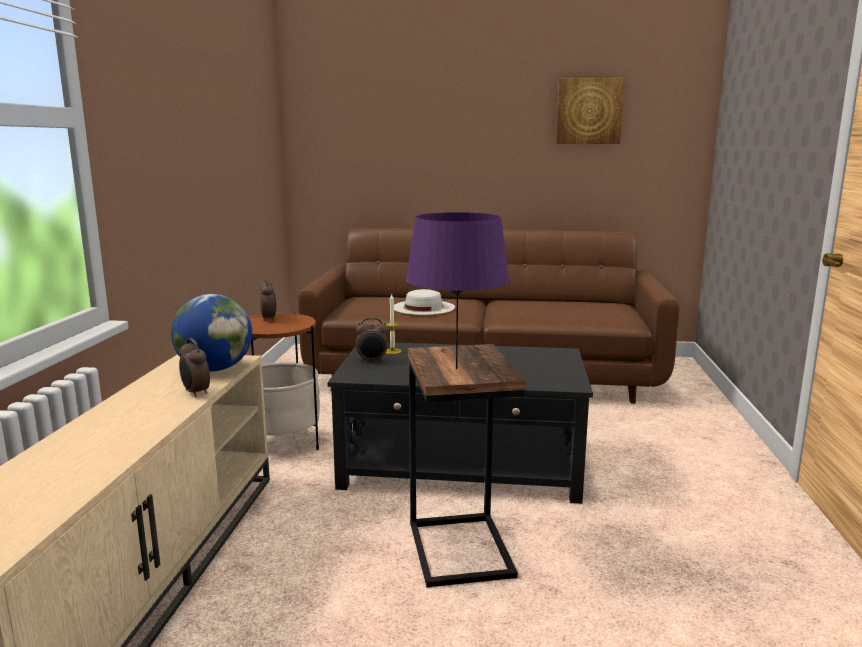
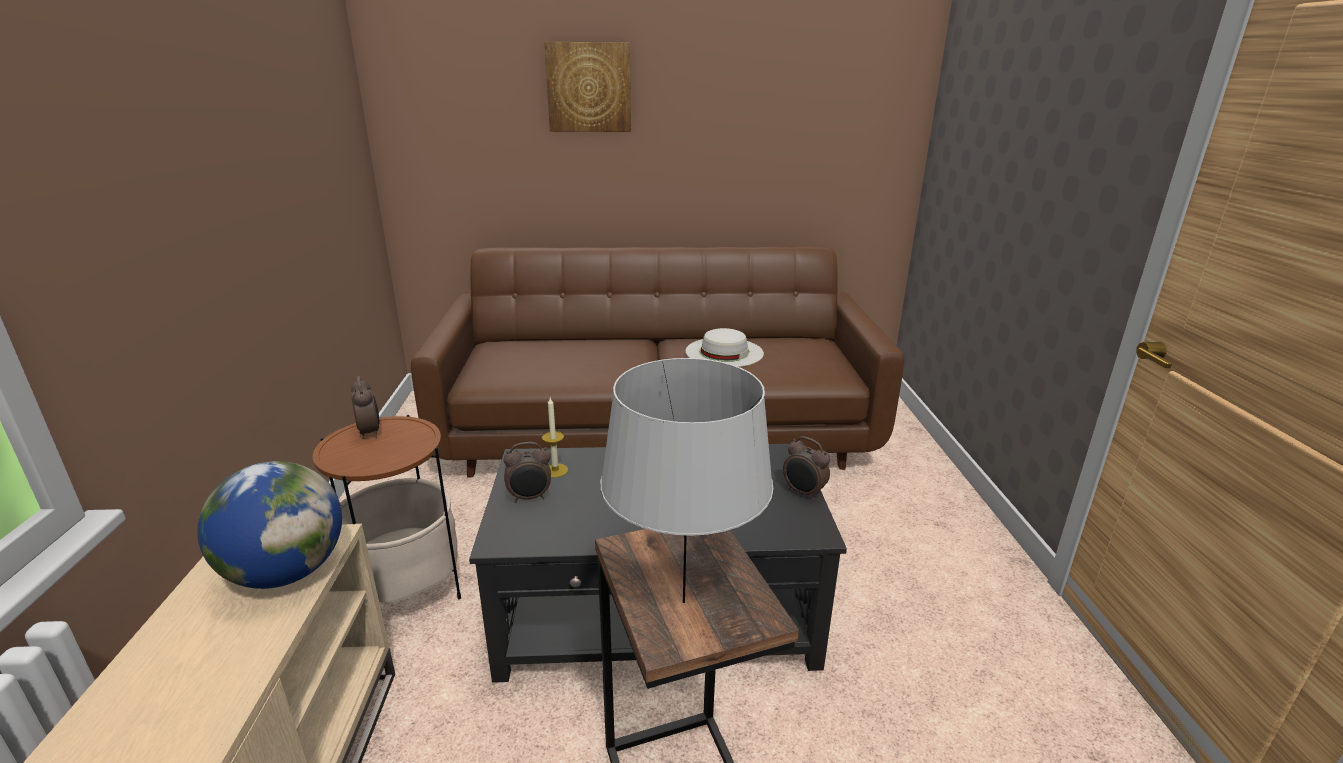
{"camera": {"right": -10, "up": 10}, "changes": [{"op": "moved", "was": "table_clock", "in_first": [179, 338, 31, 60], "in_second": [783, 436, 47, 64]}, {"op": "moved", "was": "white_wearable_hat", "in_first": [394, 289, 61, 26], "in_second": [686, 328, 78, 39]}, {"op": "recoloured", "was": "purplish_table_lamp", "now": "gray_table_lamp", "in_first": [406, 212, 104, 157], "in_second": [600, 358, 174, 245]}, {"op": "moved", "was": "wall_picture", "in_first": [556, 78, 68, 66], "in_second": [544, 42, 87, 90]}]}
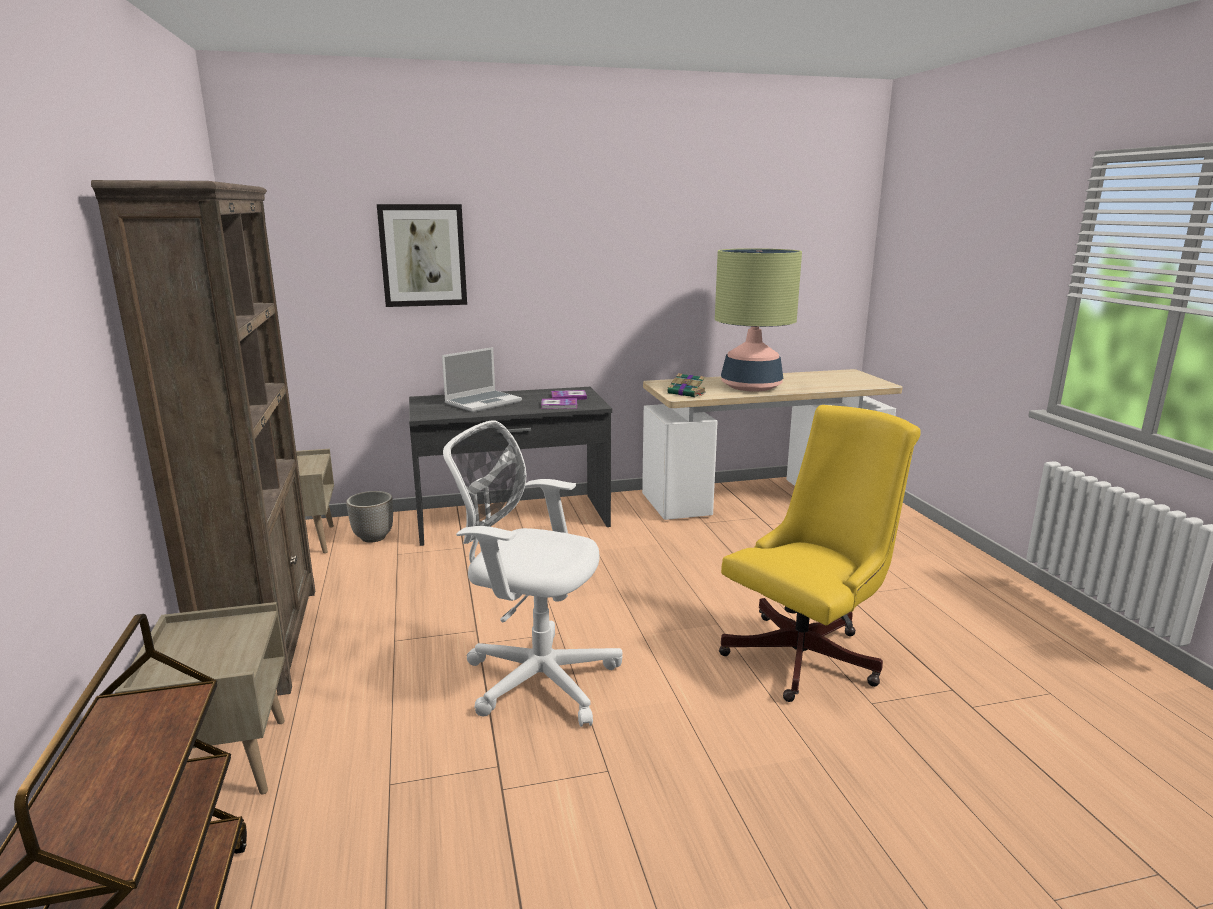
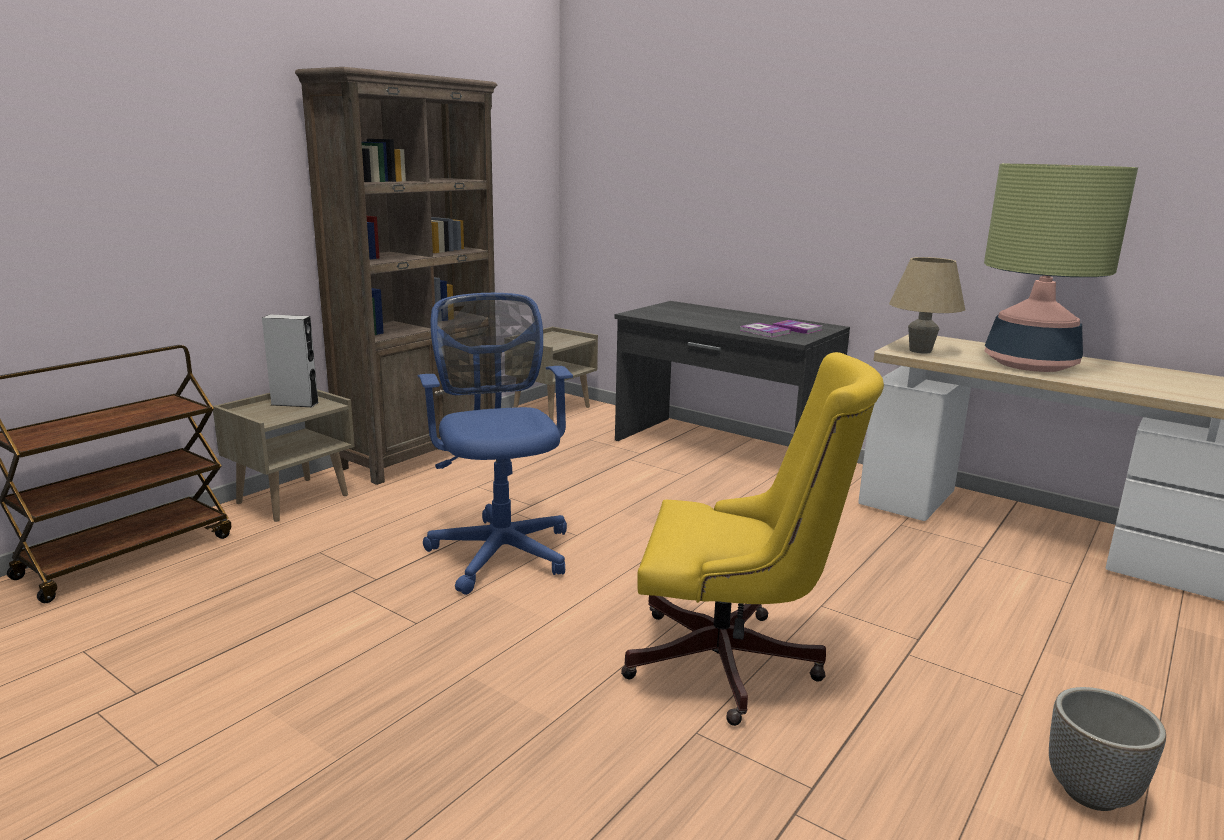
{"camera": {"right": 50, "up": 0}, "changes": [{"op": "moved", "was": "planter", "in_first": [346, 491, 47, 52], "in_second": [1049, 687, 117, 124]}, {"op": "removed", "was": "wall_picture", "in_first": [377, 204, 90, 103]}, {"op": "removed", "was": "portable_computer", "in_first": [442, 347, 80, 65]}, {"op": "recoloured", "was": "white_office_chair", "now": "blue_office_chair", "in_first": [443, 420, 180, 307], "in_second": [418, 293, 155, 302]}, {"op": "replaced", "was": "bound_book", "now": "beige-coloured_table_lamp", "in_first": [667, 373, 39, 24], "in_second": [889, 257, 76, 97]}, {"op": "added", "now": "gray_audio_speaker", "in_second": [262, 315, 57, 92]}]}
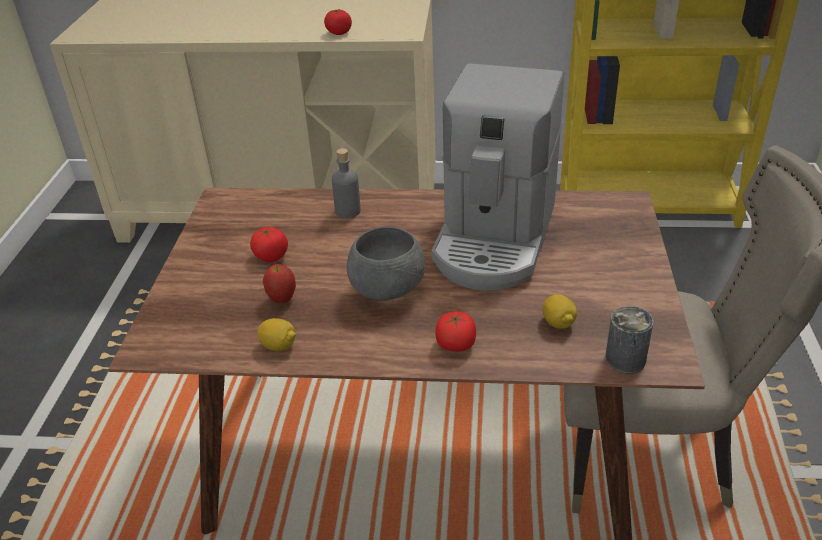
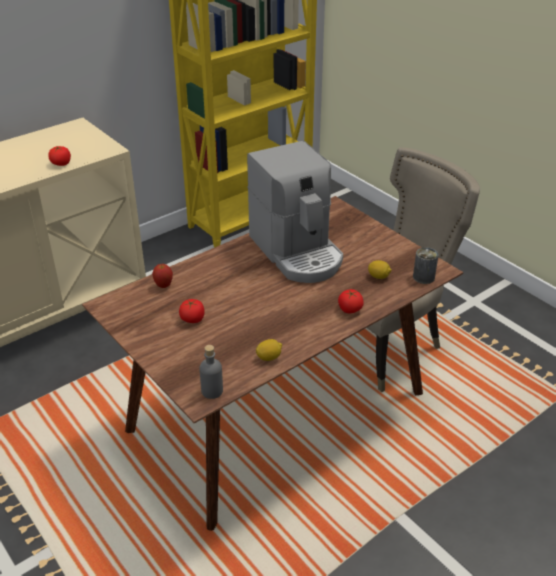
{"camera": {"right": -45, "up": 0}, "changes": [{"op": "moved", "was": "apple_fruit", "in_first": [263, 264, 33, 39], "in_second": [152, 264, 21, 24]}, {"op": "moved", "was": "gray_drink_bottle", "in_first": [332, 148, 29, 70], "in_second": [199, 345, 24, 54]}, {"op": "removed", "was": "gray_deep_dish", "in_first": [347, 227, 78, 74]}]}
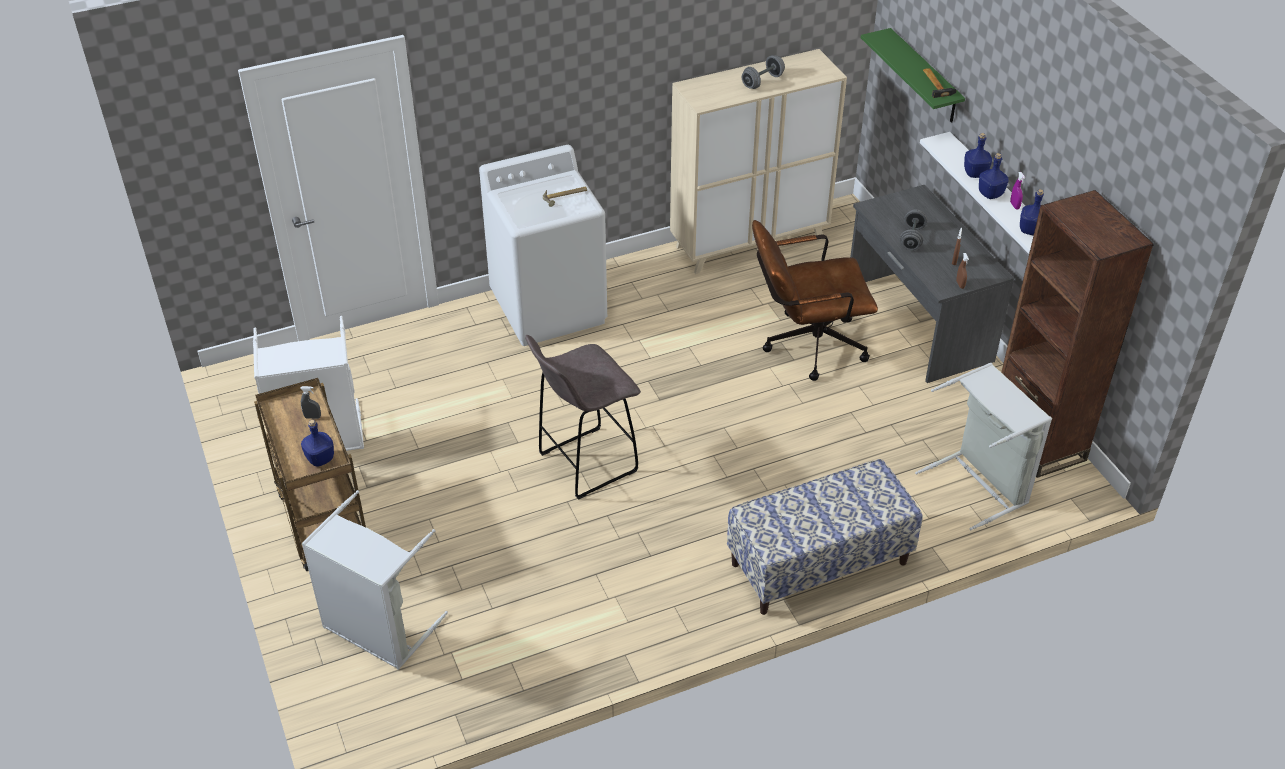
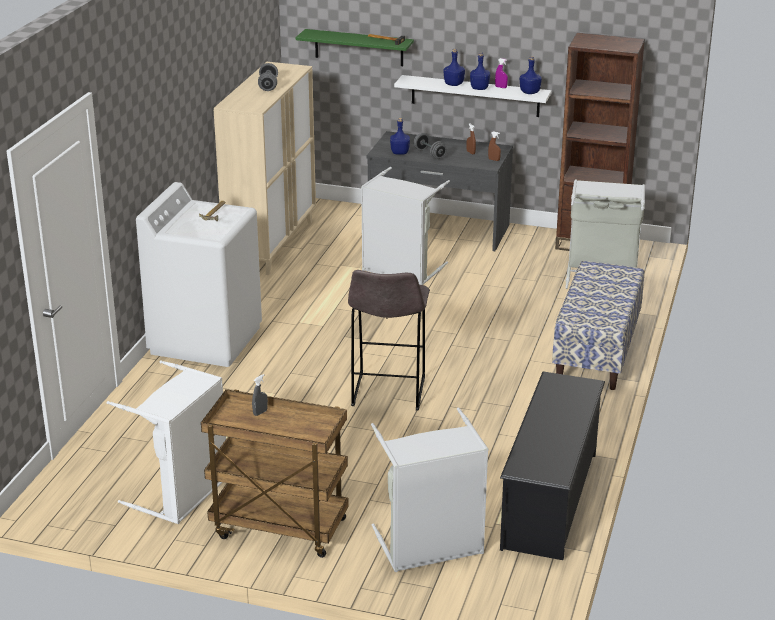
{"camera": {"right": -50, "up": -15}, "changes": [{"op": "moved", "was": "blue_drink_bottle", "in_first": [301, 420, 33, 46], "in_second": [390, 118, 20, 37]}, {"op": "replaced", "was": "brown-coloured_office_chair", "now": "gray_laundry_basket", "in_first": [752, 220, 126, 161], "in_second": [361, 167, 89, 118]}, {"op": "added", "now": "blackish_shoe_rack", "in_second": [500, 371, 105, 189]}]}
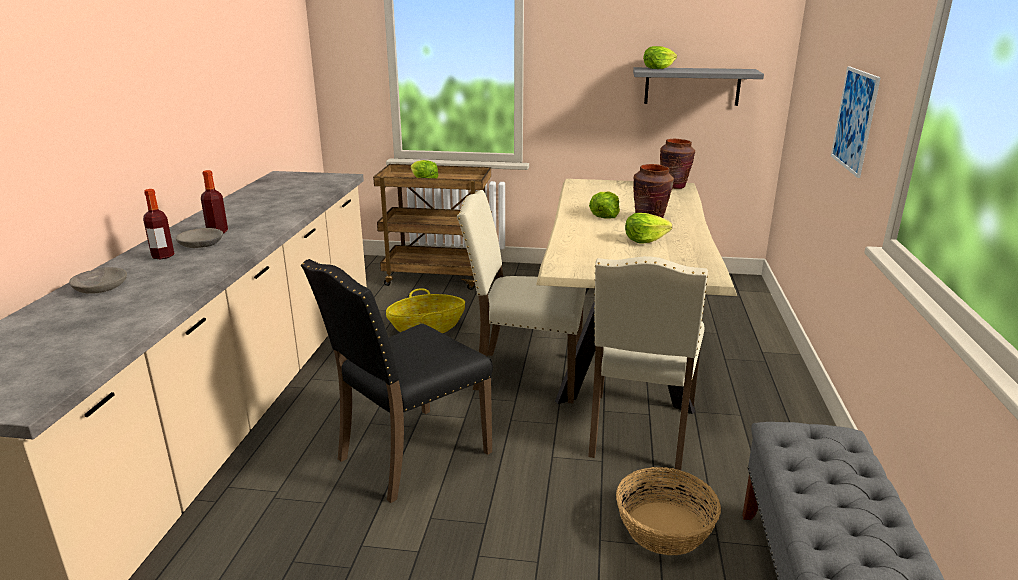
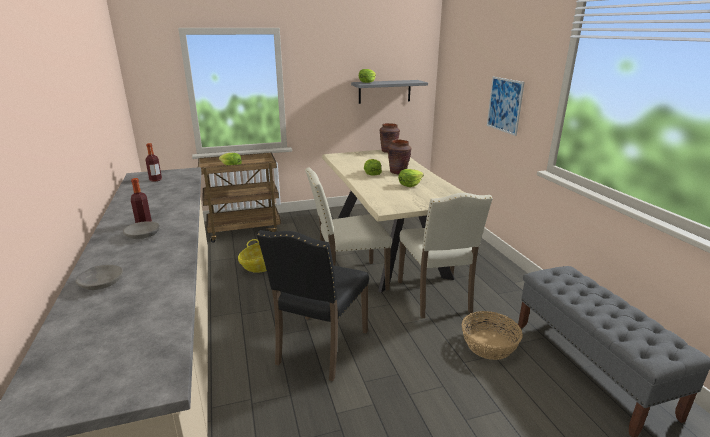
{"camera": {"right": -25, "up": 0}, "changes": [{"op": "moved", "was": "drink_bottle", "in_first": [143, 189, 32, 70], "in_second": [146, 143, 16, 39]}]}
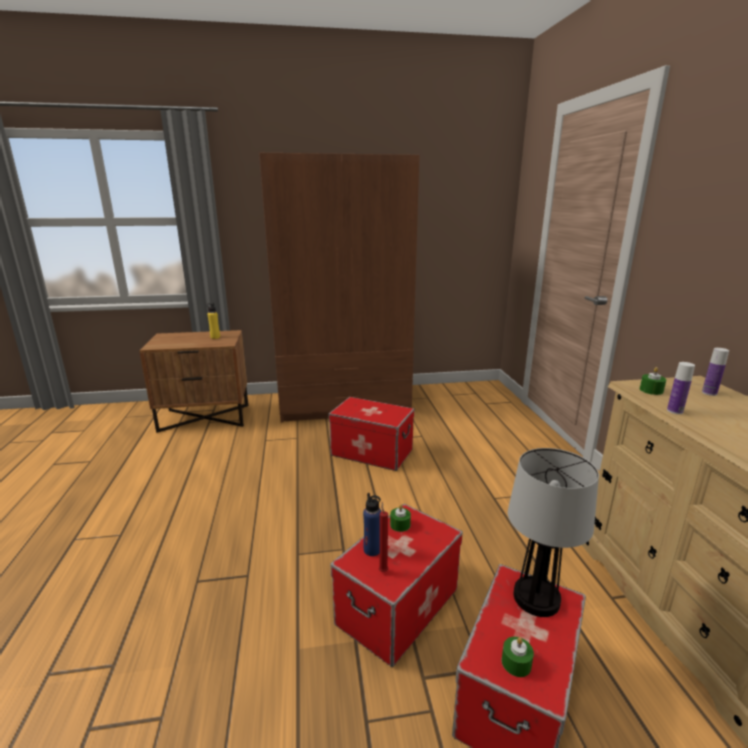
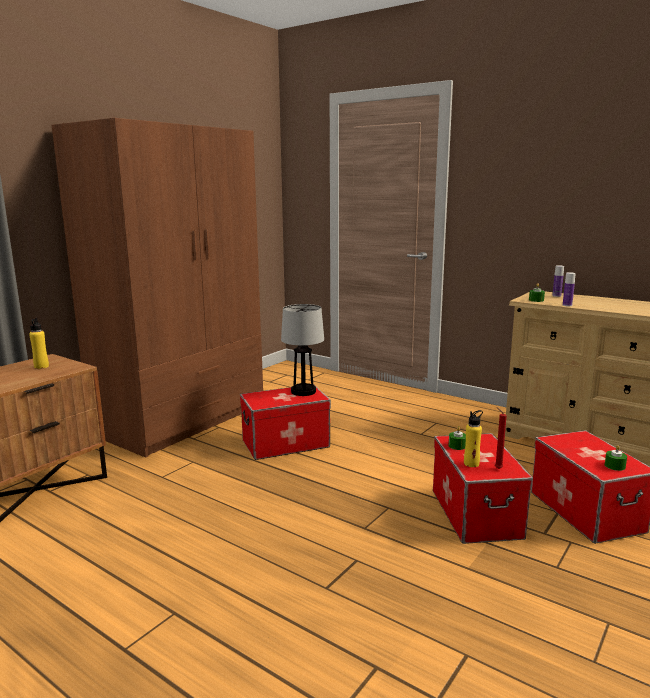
{"camera": {"right": -45, "up": -5}, "changes": [{"op": "recoloured", "was": "blue_drink_bottle", "now": "yellowish_drink_bottle", "in_first": [363, 493, 18, 63], "in_second": [464, 410, 19, 57]}, {"op": "moved", "was": "table_lamp", "in_first": [508, 448, 91, 169], "in_second": [281, 304, 43, 92]}]}
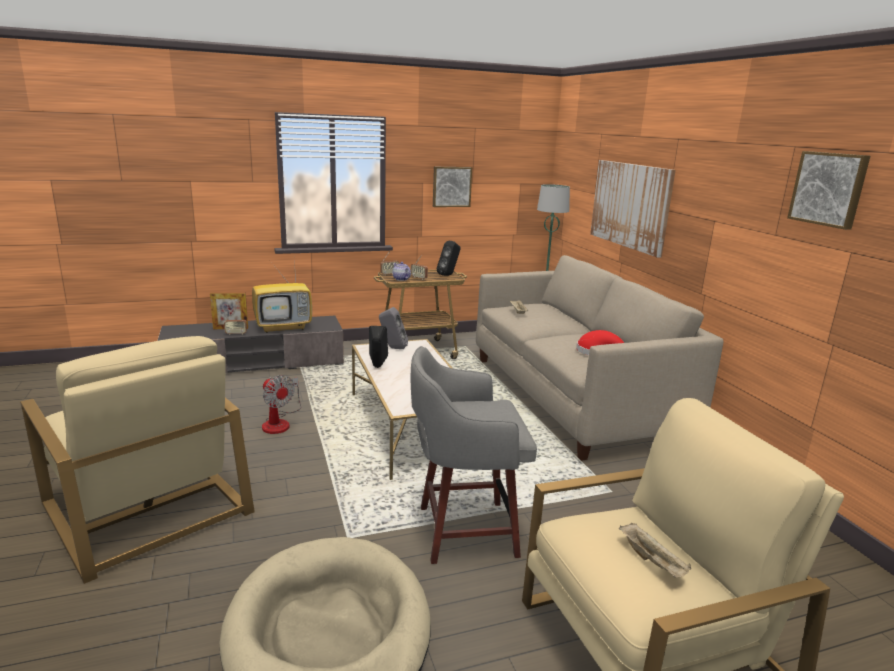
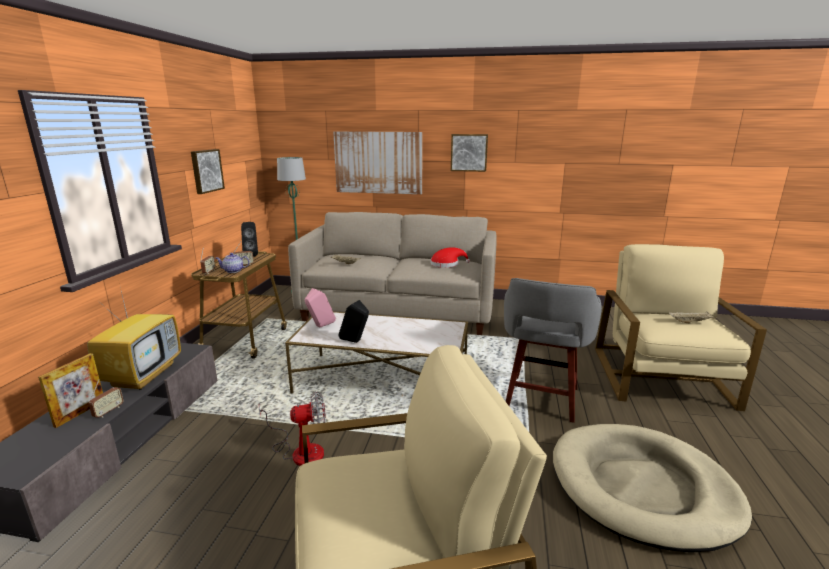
{"camera": {"right": -60, "up": 0}, "changes": [{"op": "recoloured", "was": "gray_audio_speaker", "now": "pink_audio_speaker", "in_first": [379, 307, 29, 42], "in_second": [305, 288, 31, 39]}, {"op": "moved", "was": "wall_picture", "in_first": [787, 151, 83, 79], "in_second": [451, 134, 37, 38]}]}
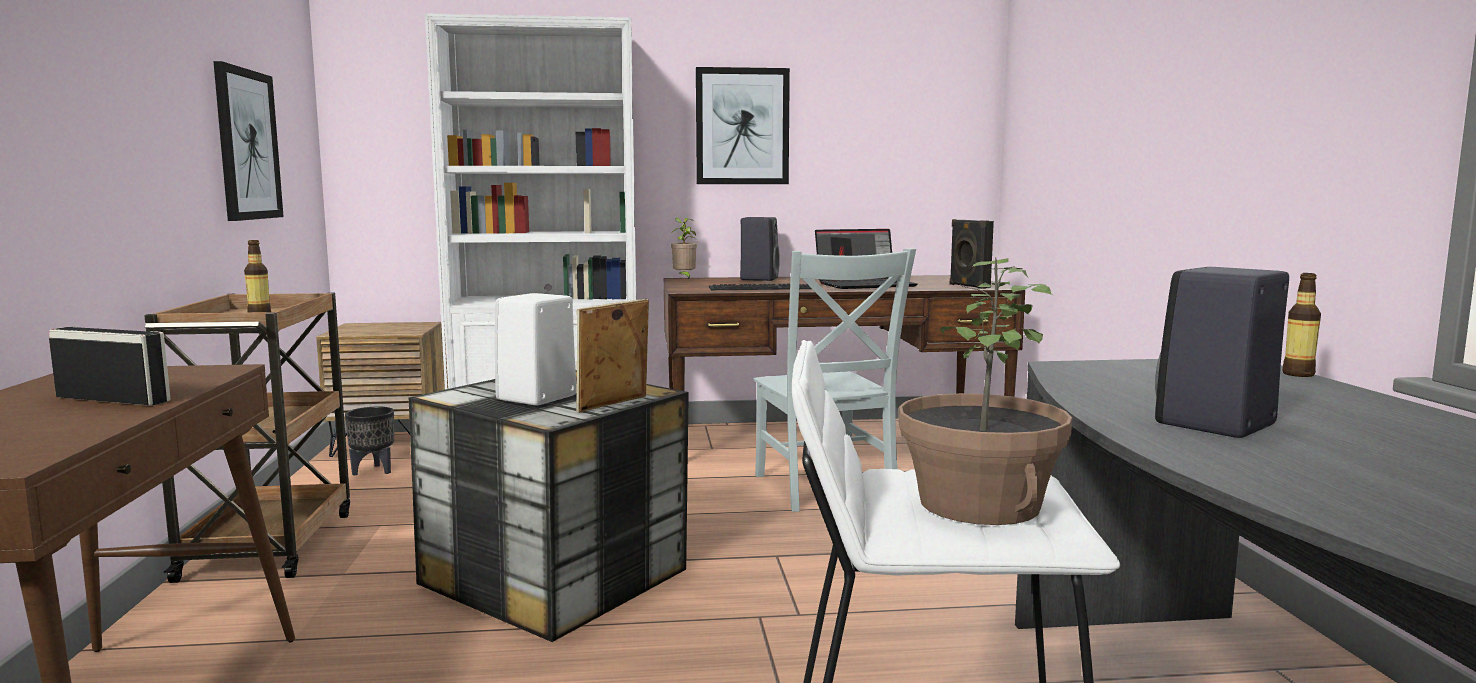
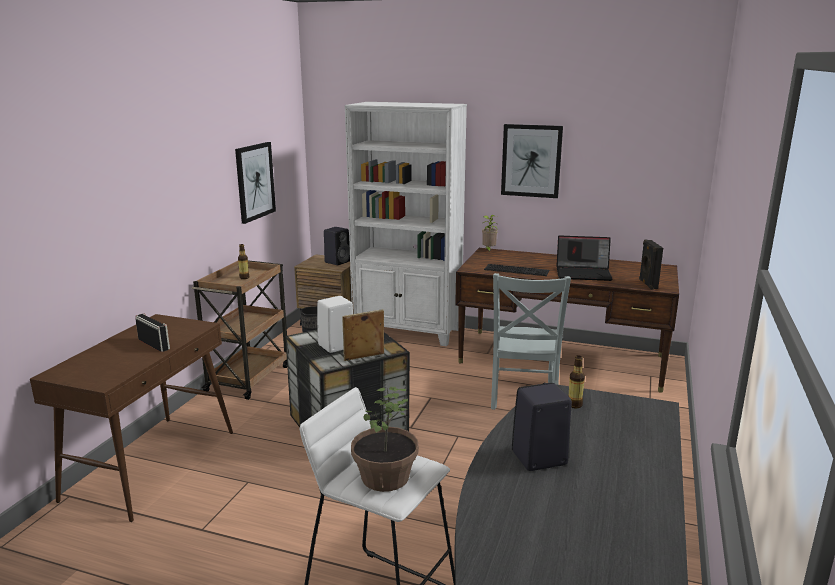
{"camera": {"right": 25, "up": 10}, "changes": [{"op": "moved", "was": "blackish_audio_speaker", "in_first": [740, 217, 40, 64], "in_second": [324, 227, 26, 38]}, {"op": "moved", "was": "drink_bottle", "in_first": [1282, 273, 39, 104], "in_second": [568, 355, 17, 53]}]}
